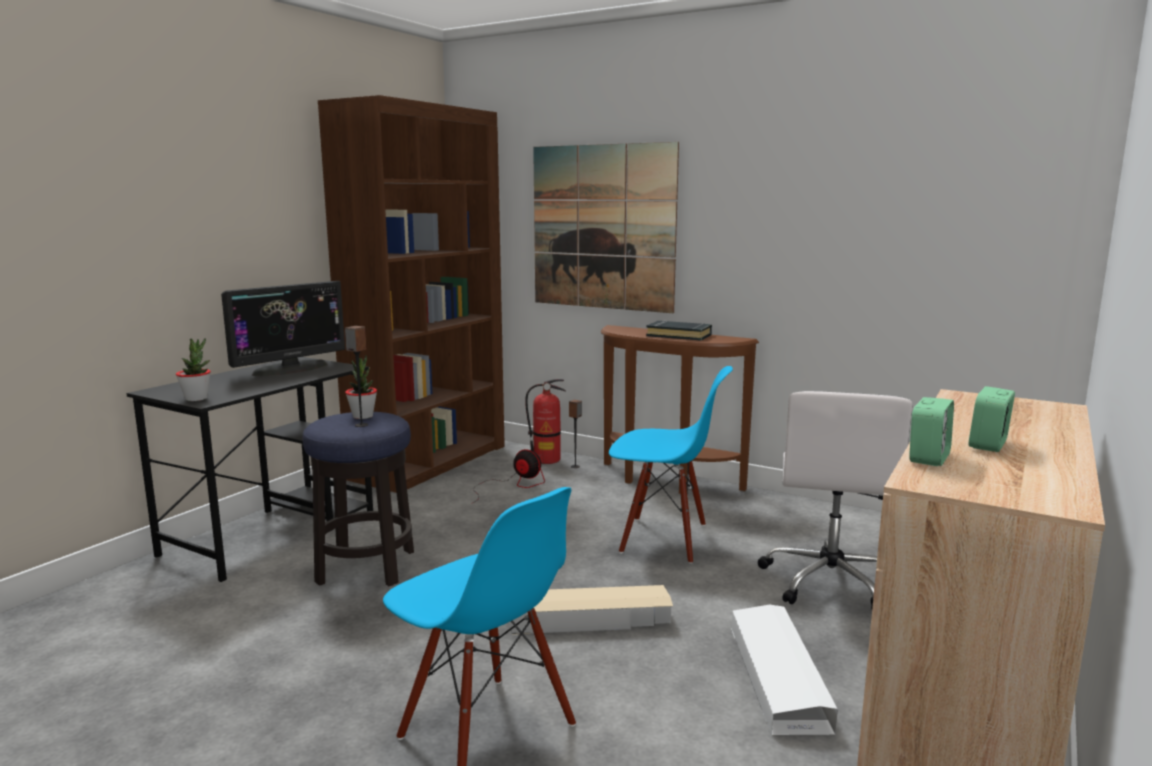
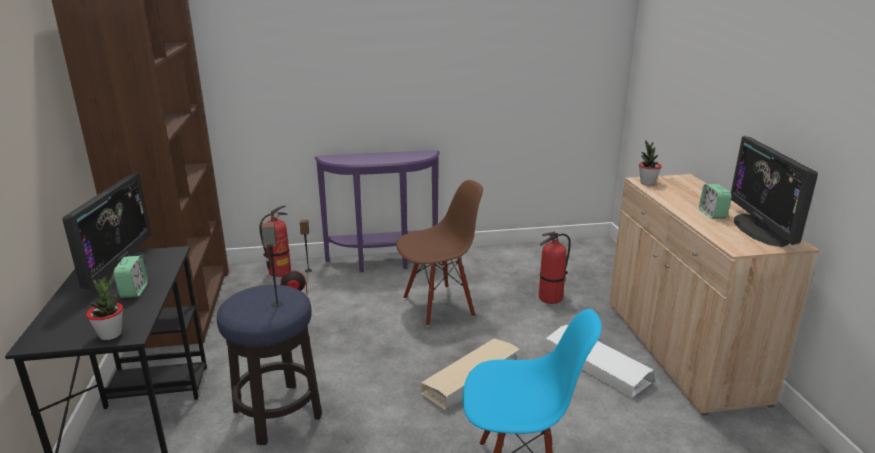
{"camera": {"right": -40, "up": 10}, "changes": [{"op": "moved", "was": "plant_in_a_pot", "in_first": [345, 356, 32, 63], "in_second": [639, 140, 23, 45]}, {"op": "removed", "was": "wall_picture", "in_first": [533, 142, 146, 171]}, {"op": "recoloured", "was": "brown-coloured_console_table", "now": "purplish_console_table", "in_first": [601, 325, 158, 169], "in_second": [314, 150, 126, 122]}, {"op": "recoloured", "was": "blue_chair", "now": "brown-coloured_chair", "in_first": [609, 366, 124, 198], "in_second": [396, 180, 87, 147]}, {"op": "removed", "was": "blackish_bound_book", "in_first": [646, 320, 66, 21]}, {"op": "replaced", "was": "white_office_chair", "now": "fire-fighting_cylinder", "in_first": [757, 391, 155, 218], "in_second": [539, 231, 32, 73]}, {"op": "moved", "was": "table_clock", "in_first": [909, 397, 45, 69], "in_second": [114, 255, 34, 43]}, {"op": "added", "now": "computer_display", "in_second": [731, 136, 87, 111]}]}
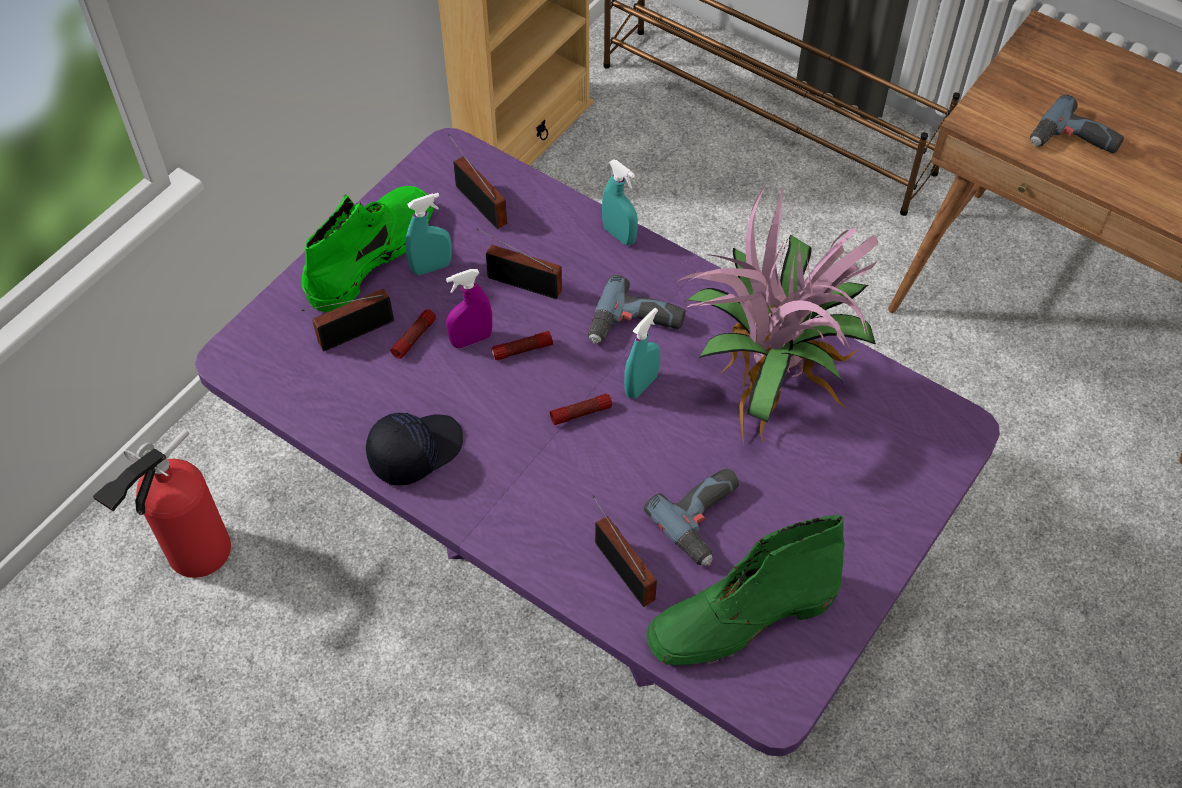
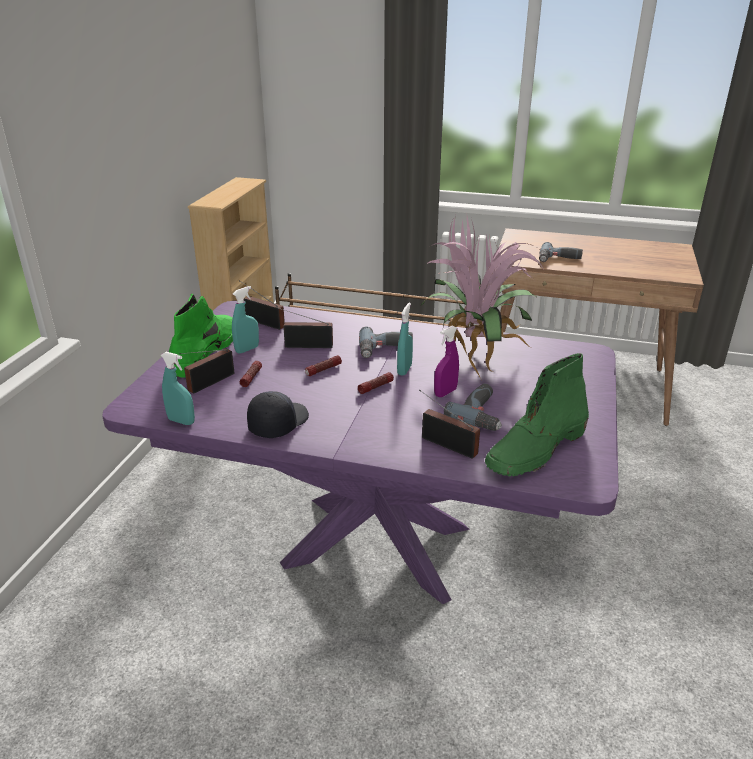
{"camera": {"right": -20, "up": -25}, "changes": [{"op": "removed", "was": "fire-fighting_cylinder", "in_first": [93, 429, 138, 149]}, {"op": "moved", "was": "purplish_sprayer", "in_first": [446, 269, 46, 79], "in_second": [434, 326, 25, 71]}, {"op": "moved", "was": "turquoise_sprayer", "in_first": [602, 159, 36, 86], "in_second": [161, 352, 34, 73]}]}
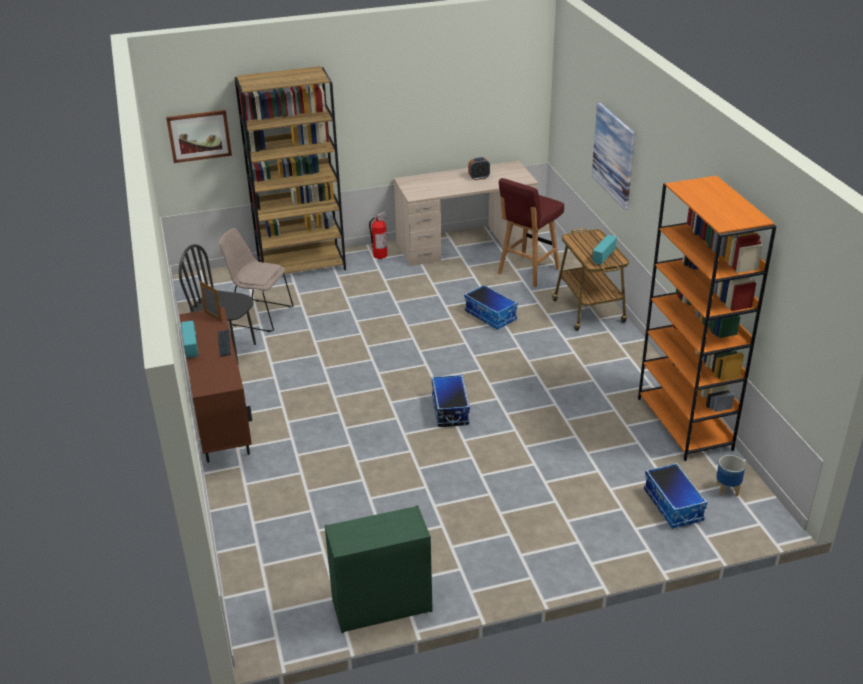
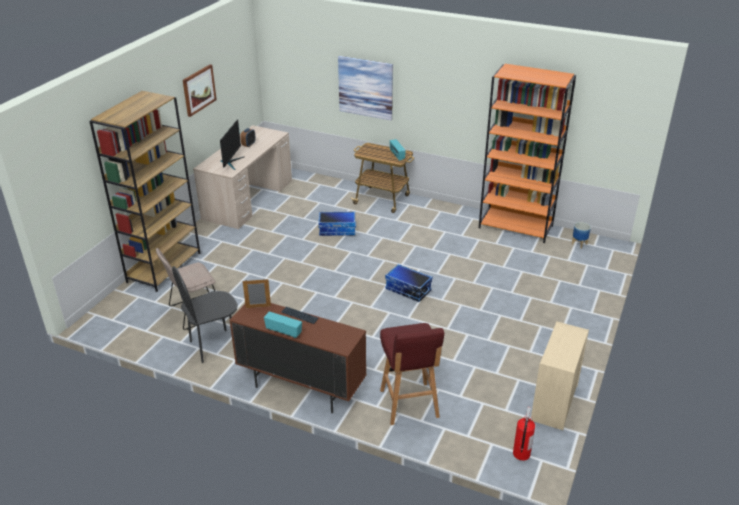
{"camera": {"right": -50, "up": 0}, "changes": [{"op": "moved", "was": "wall_picture", "in_first": [166, 110, 66, 53], "in_second": [183, 64, 34, 53]}, {"op": "recoloured", "was": "green_drawer_chest", "now": "beige-coloured_drawer_chest", "in_first": [325, 505, 108, 128], "in_second": [531, 321, 58, 109]}, {"op": "moved", "was": "fire-fighting_cylinder", "in_first": [369, 211, 18, 48], "in_second": [513, 407, 22, 54]}, {"op": "moved", "was": "red-coloured_stool_seat", "in_first": [498, 178, 66, 109], "in_second": [380, 323, 64, 102]}, {"op": "removed", "was": "storage_container", "in_first": [644, 463, 64, 66]}, {"op": "added", "now": "computer_display", "in_second": [220, 119, 25, 51]}]}
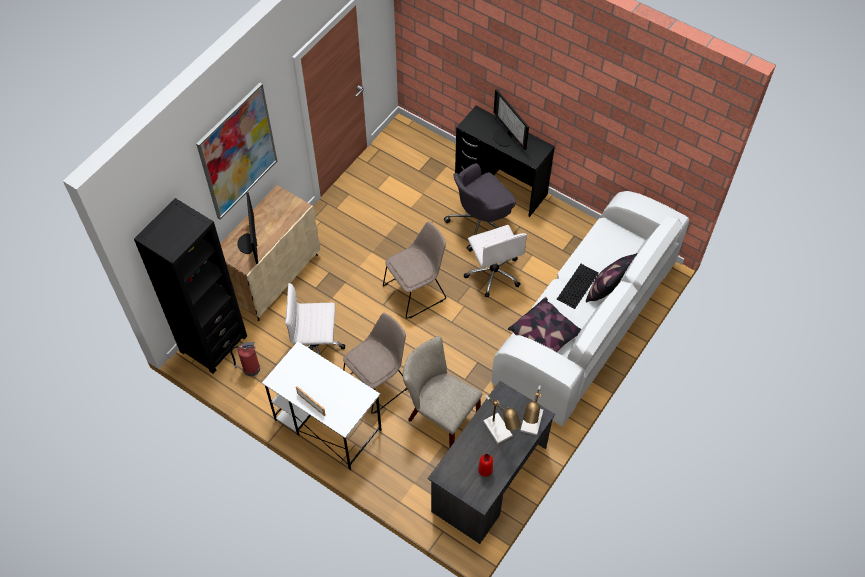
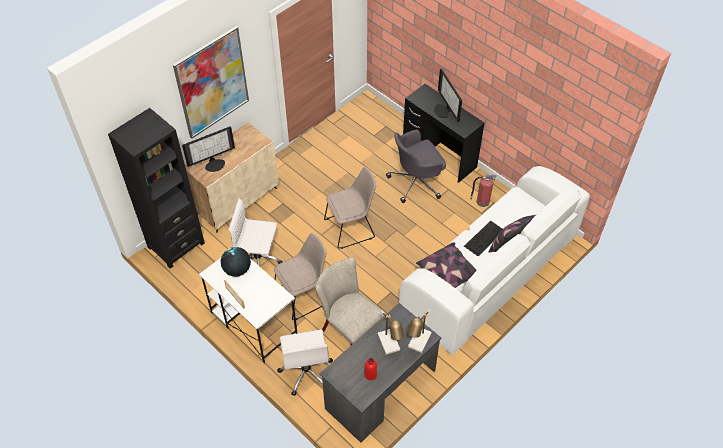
{"camera": {"right": 10, "up": -5}, "changes": [{"op": "moved", "was": "fire-fighting_cylinder", "in_first": [230, 342, 30, 34], "in_second": [470, 175, 27, 32]}, {"op": "turned", "was": "computer_display", "in_first": [237, 192, 21, 72], "in_second": [182, 126, 53, 46], "clockwise": -120}, {"op": "moved", "was": "white_office_chair", "in_first": [464, 225, 63, 72], "in_second": [277, 329, 56, 67]}, {"op": "added", "now": "desk_globe", "in_second": [221, 247, 30, 30]}]}
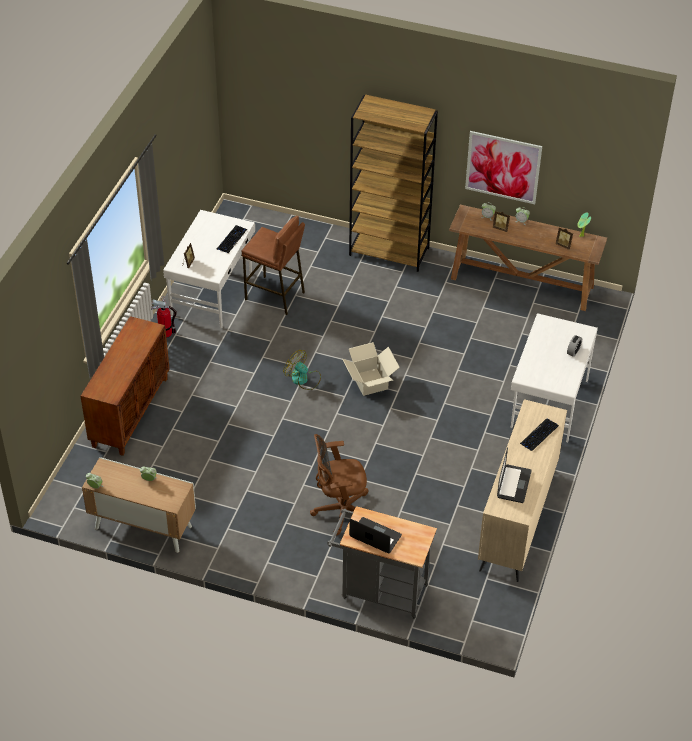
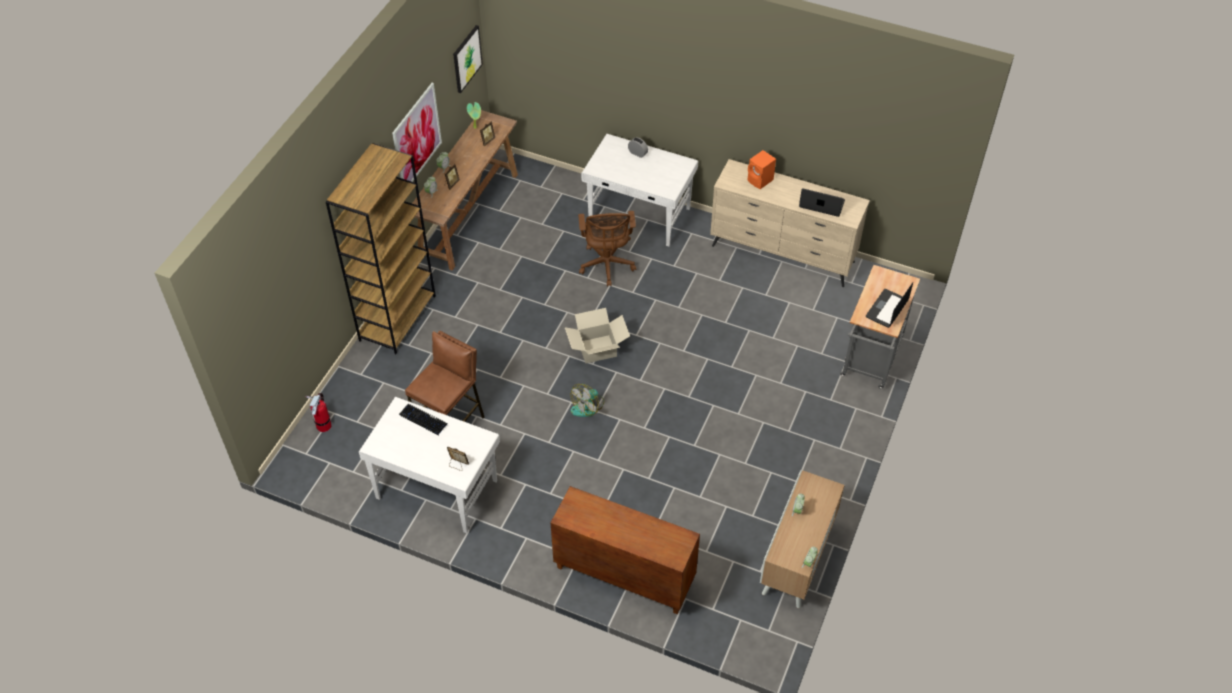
{"camera": {"right": -85, "up": 5}, "changes": [{"op": "moved", "was": "fire-fighting_cylinder", "in_first": [151, 296, 26, 42], "in_second": [306, 393, 26, 39]}, {"op": "moved", "was": "brown-coloured_office_chair", "in_first": [310, 434, 58, 102], "in_second": [578, 211, 58, 75]}, {"op": "replaced", "was": "computer_keyboard", "now": "orangey_audio_speaker", "in_first": [520, 418, 39, 33], "in_second": [748, 150, 28, 39]}, {"op": "added", "now": "wall_picture", "in_second": [453, 25, 30, 68]}]}
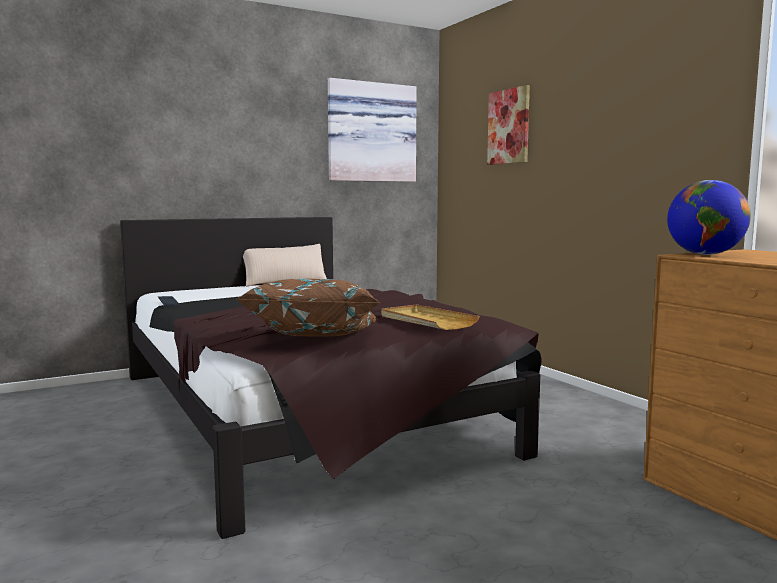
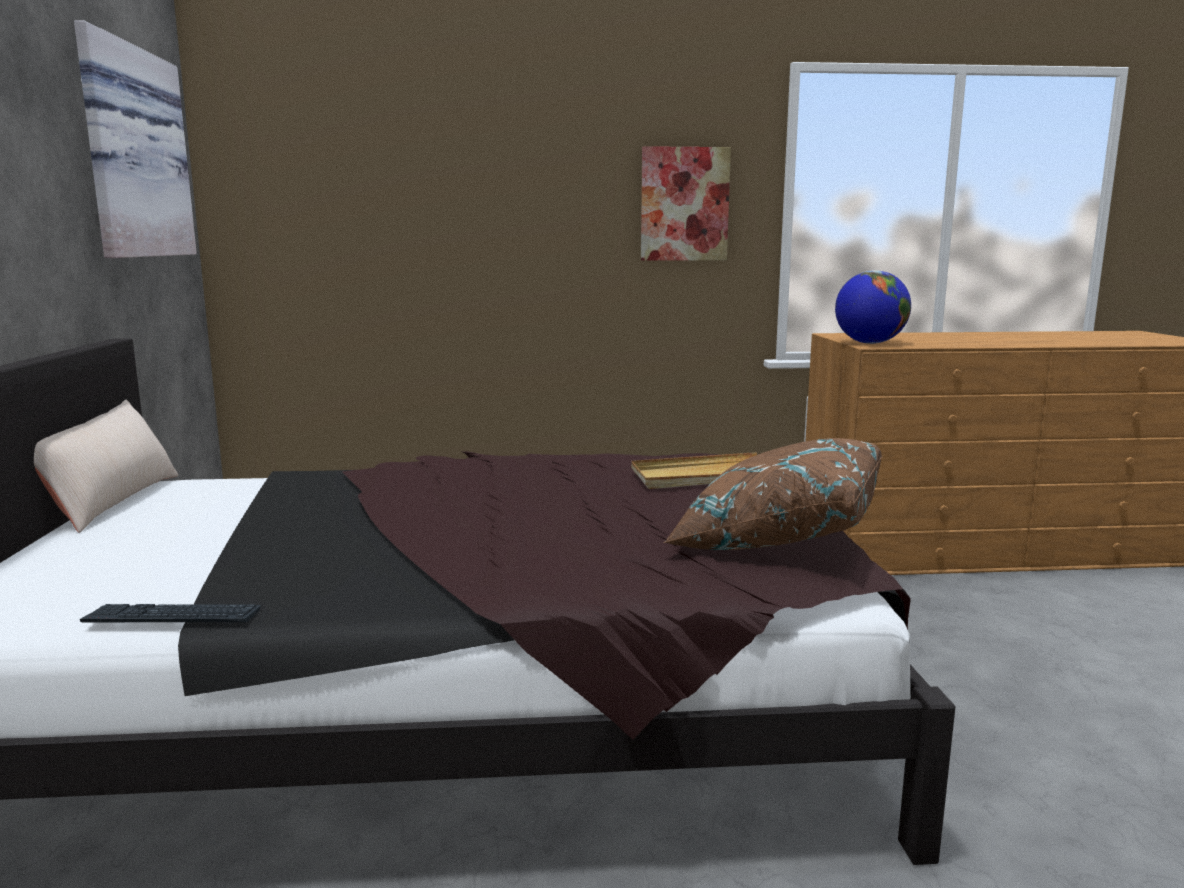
{"camera": {"right": -65, "up": 5}, "changes": [{"op": "moved", "was": "wall_picture", "in_first": [487, 85, 43, 80], "in_second": [641, 146, 90, 115]}]}
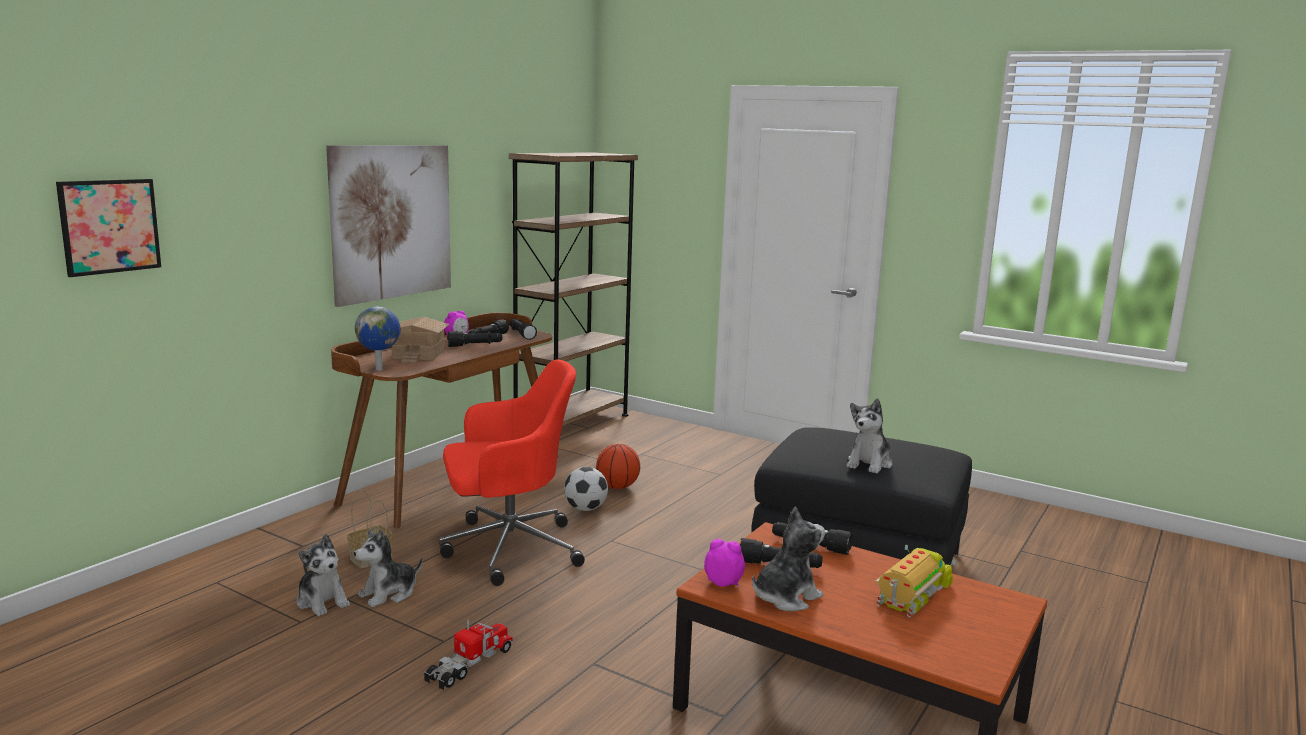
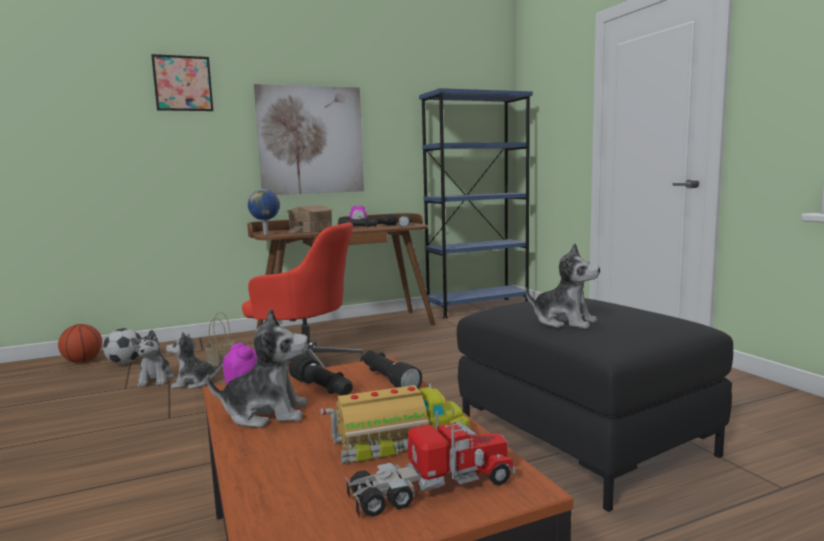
{"camera": {"right": 35, "up": -5}, "changes": [{"op": "moved", "was": "wall_picture", "in_first": [56, 179, 105, 98], "in_second": [151, 54, 62, 57]}, {"op": "moved", "was": "model_truck", "in_first": [424, 619, 89, 71], "in_second": [346, 410, 169, 108]}, {"op": "recoloured", "was": "brown-coloured_bookshelf", "now": "blue_bookshelf", "in_first": [509, 152, 129, 275], "in_second": [419, 88, 114, 231]}, {"op": "moved", "was": "football_ball", "in_first": [564, 467, 44, 44], "in_second": [103, 328, 38, 36]}, {"op": "moved", "was": "ball_for_basketball", "in_first": [596, 444, 44, 45], "in_second": [58, 324, 44, 39]}, {"op": "turned", "was": "cuddly_toy", "in_first": [846, 398, 46, 76], "in_second": [526, 243, 74, 86], "clockwise": -120}]}
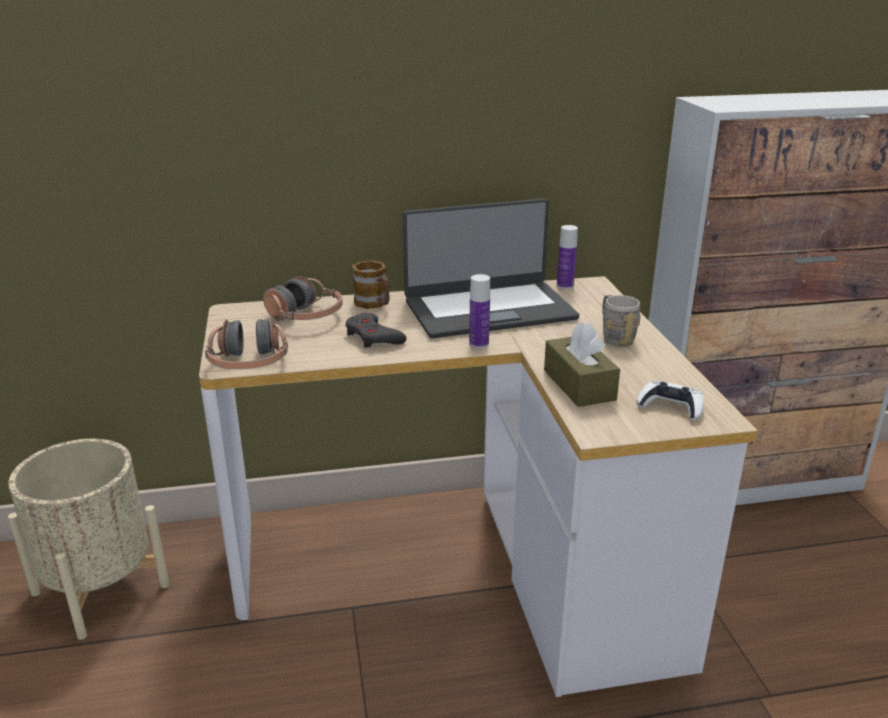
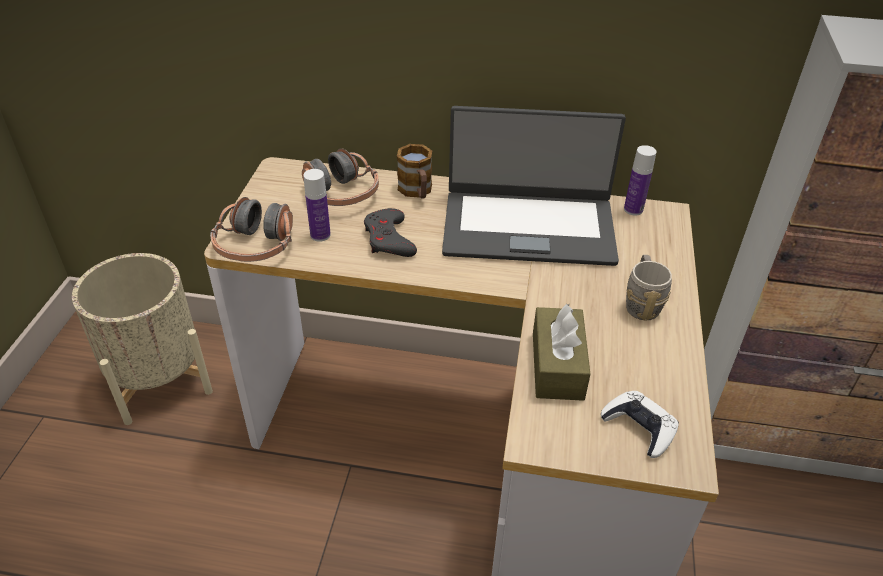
{"camera": {"right": 20, "up": 15}, "changes": [{"op": "moved", "was": "drink_bottle", "in_first": [469, 274, 21, 74], "in_second": [303, 169, 28, 73]}]}
